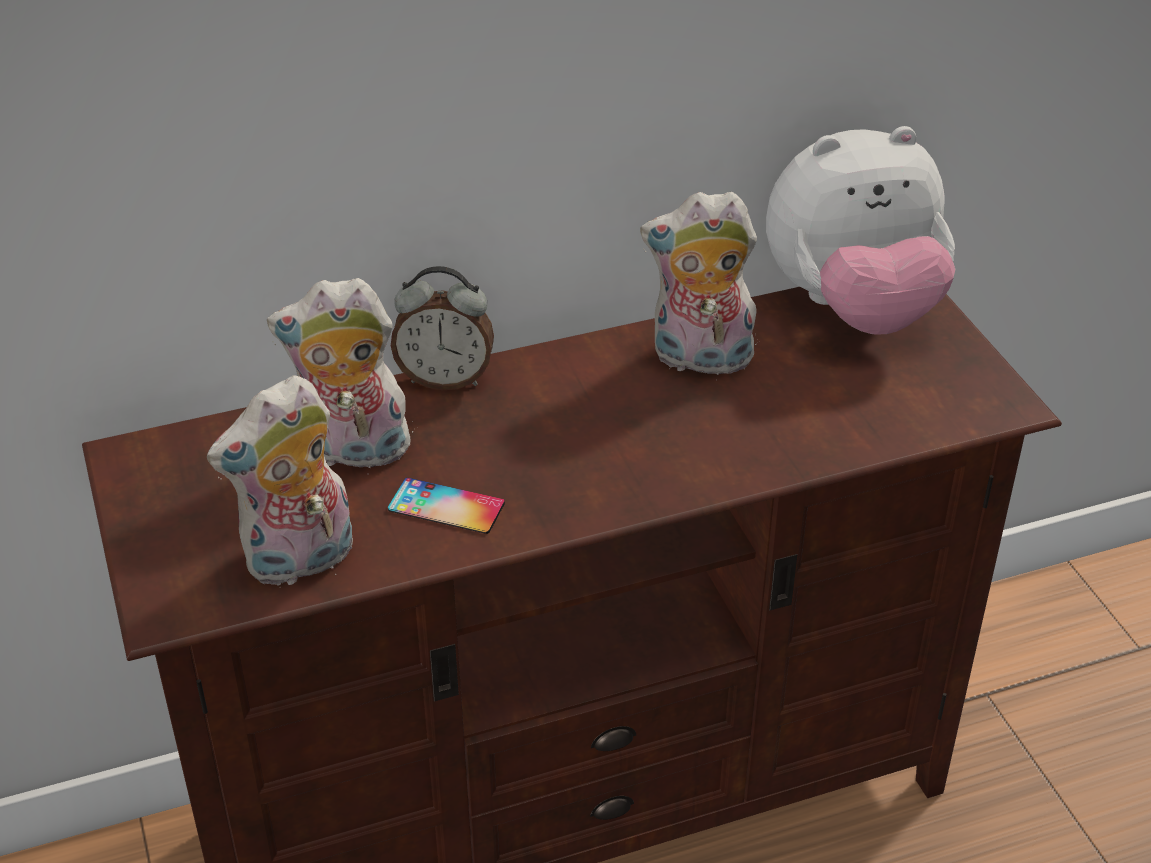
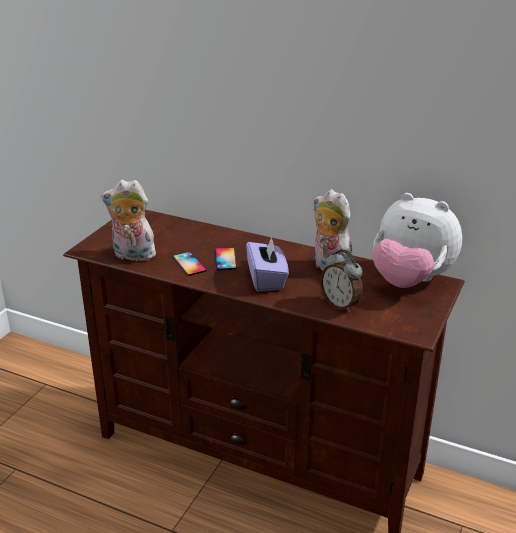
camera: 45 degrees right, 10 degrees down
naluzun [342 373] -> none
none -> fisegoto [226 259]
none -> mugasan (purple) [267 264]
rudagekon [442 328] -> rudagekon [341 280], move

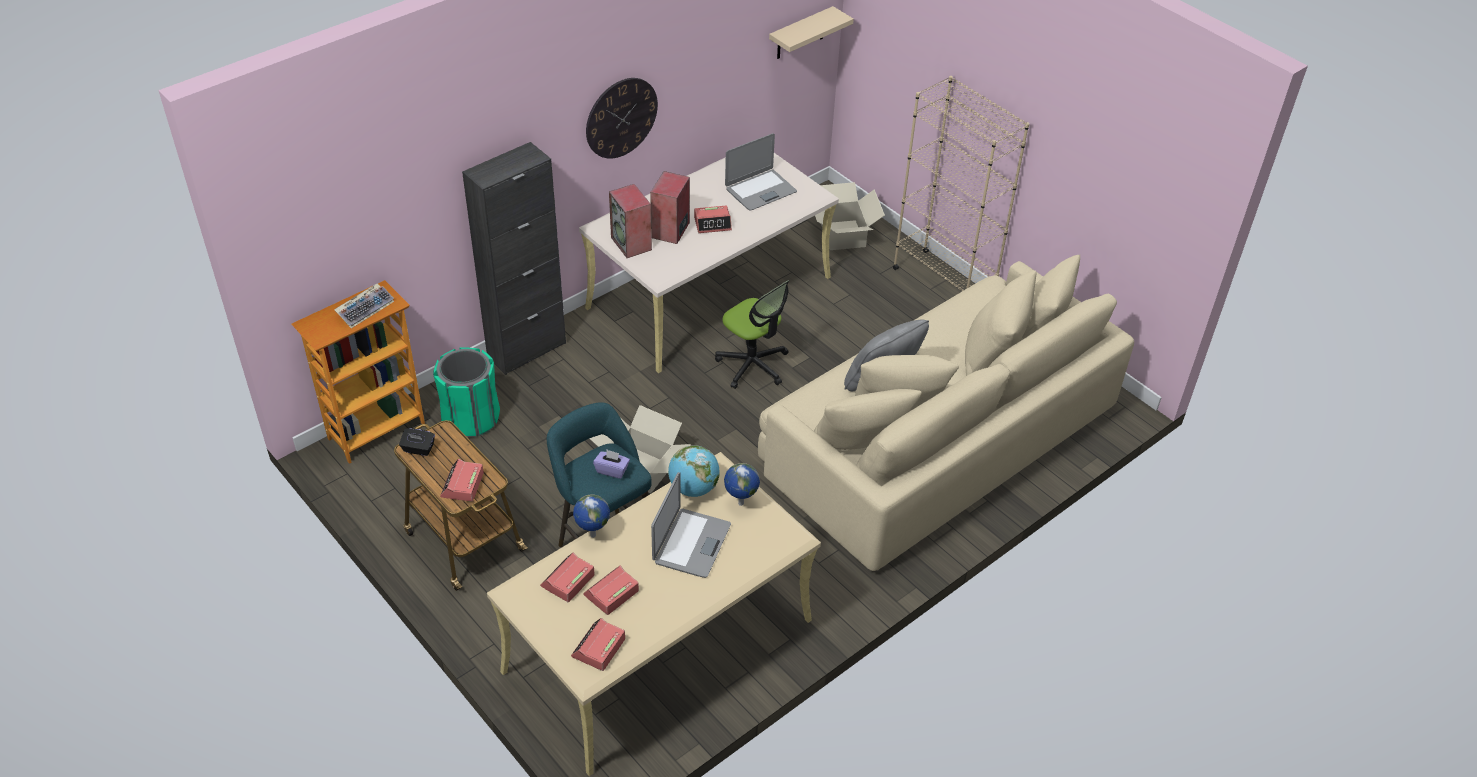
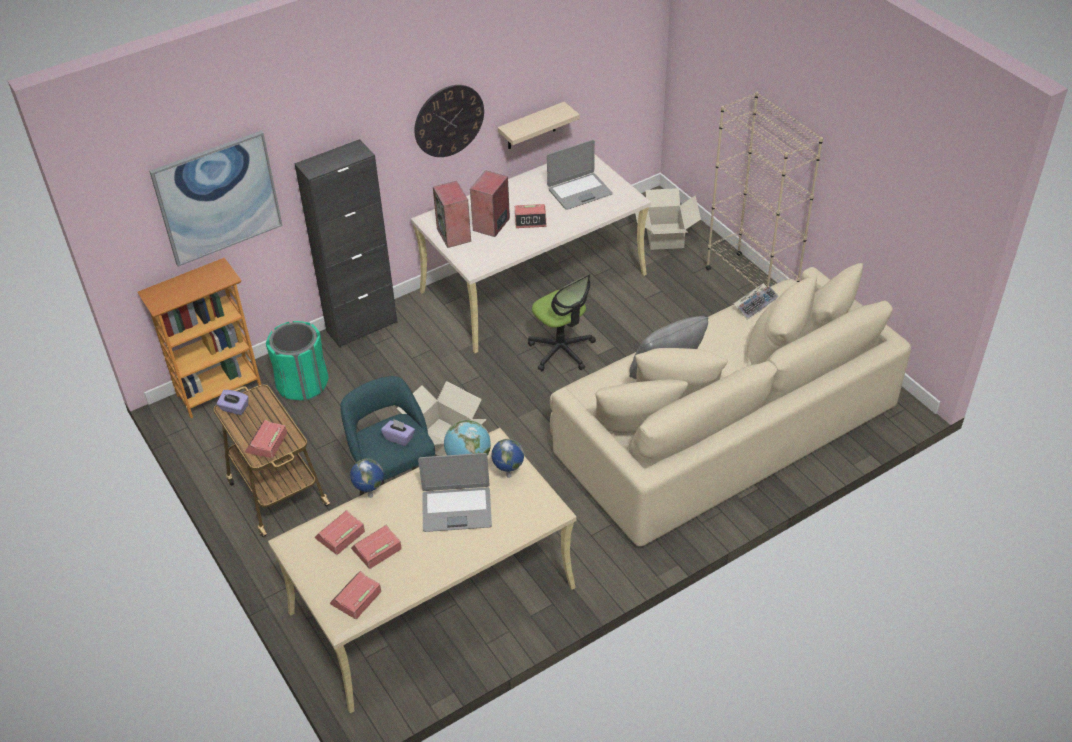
camera: 10 degrees right, 0 degrees up
none -> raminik [216 199]
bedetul [364 305] -> bedetul [756 301], move
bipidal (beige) [811 32] -> bipidal (beige) [539 125], move
mugasan (black) [417 442] -> mugasan (purple) [233 402]
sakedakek [691 525] -> sakedakek [455 492], 60 degrees clockwise

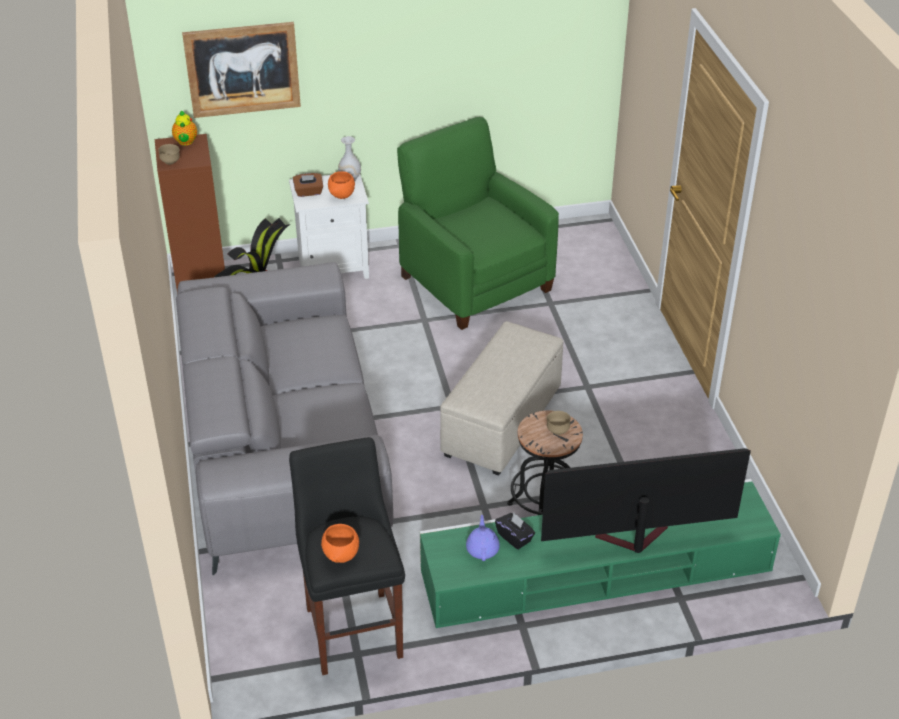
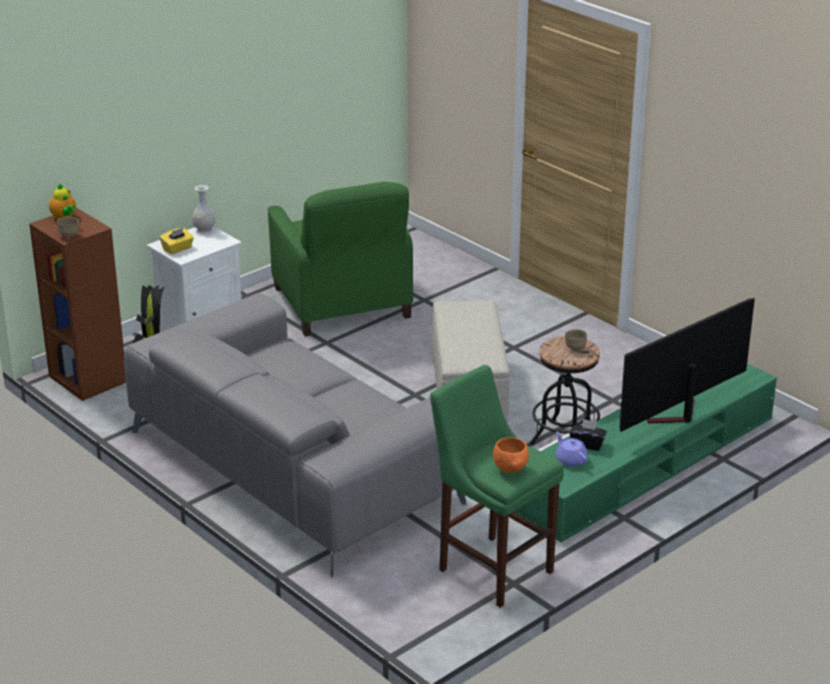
camera: 30 degrees left, 10 degrees down
raminik [241 70] -> none
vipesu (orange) [341 185] -> none
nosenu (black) [347 556] -> nosenu (green) [497 486]
mugasan (brown) [308 185] -> mugasan (yellow) [176 241]
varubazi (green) [478 223] -> varubazi (green) [340 259], 135 degrees counterclockwise

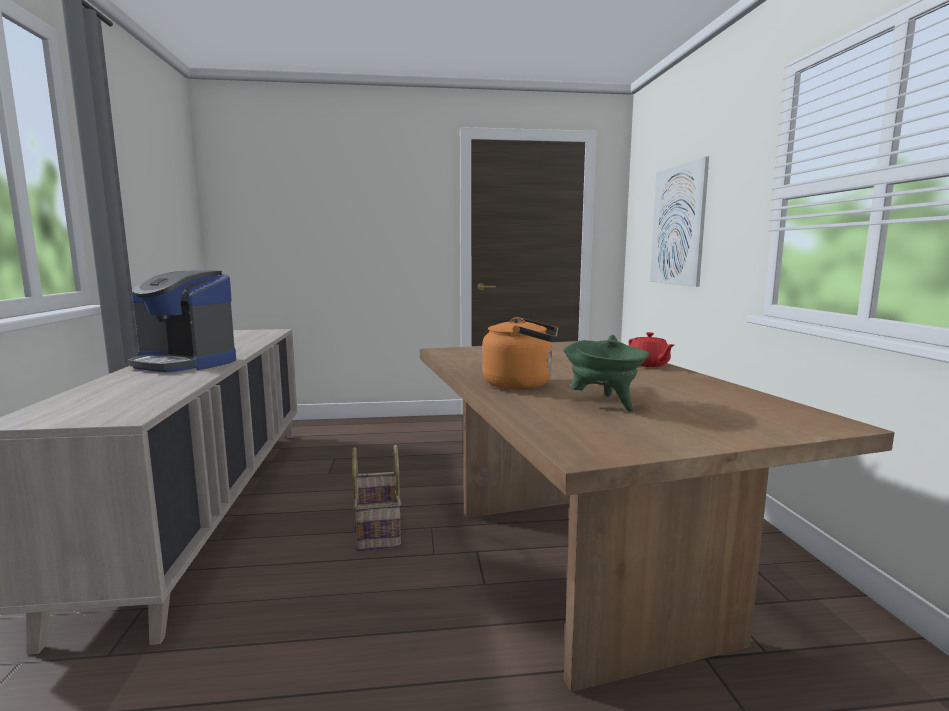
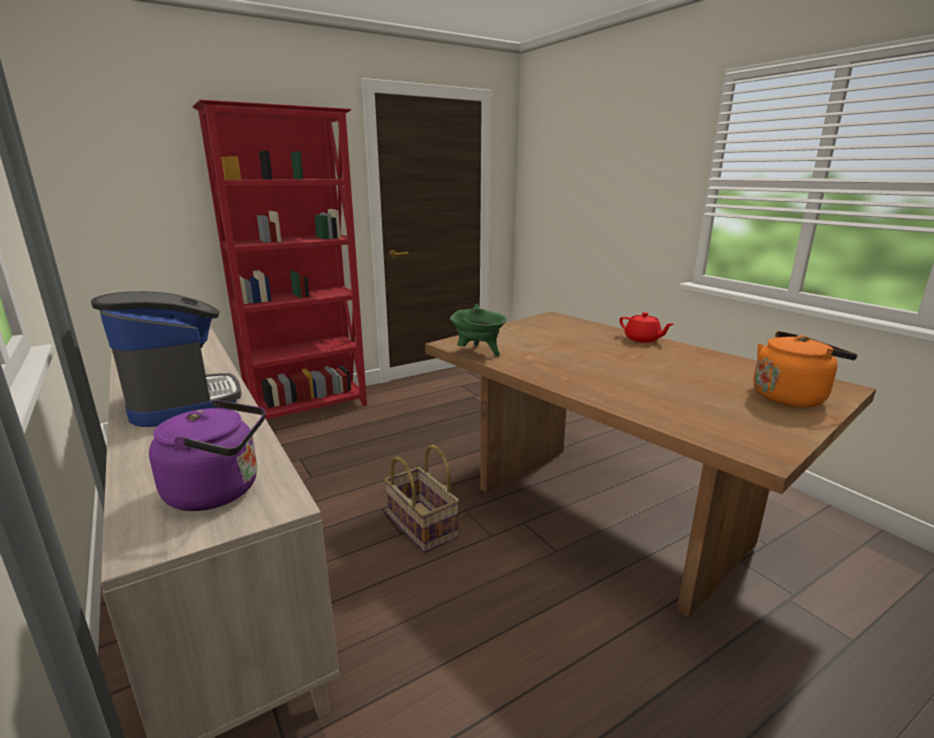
camera: 25 degrees left, 10 degrees up
raminik [679 221] -> none
none -> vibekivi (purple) [207 455]
none -> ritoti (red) [279 259]
vibekivi (orange) [520 353] -> vibekivi (orange) [805 369], move
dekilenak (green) [606 373] -> dekilenak (green) [478 330], move
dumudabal [182 321] -> dumudabal [166 359], 120 degrees counterclockwise

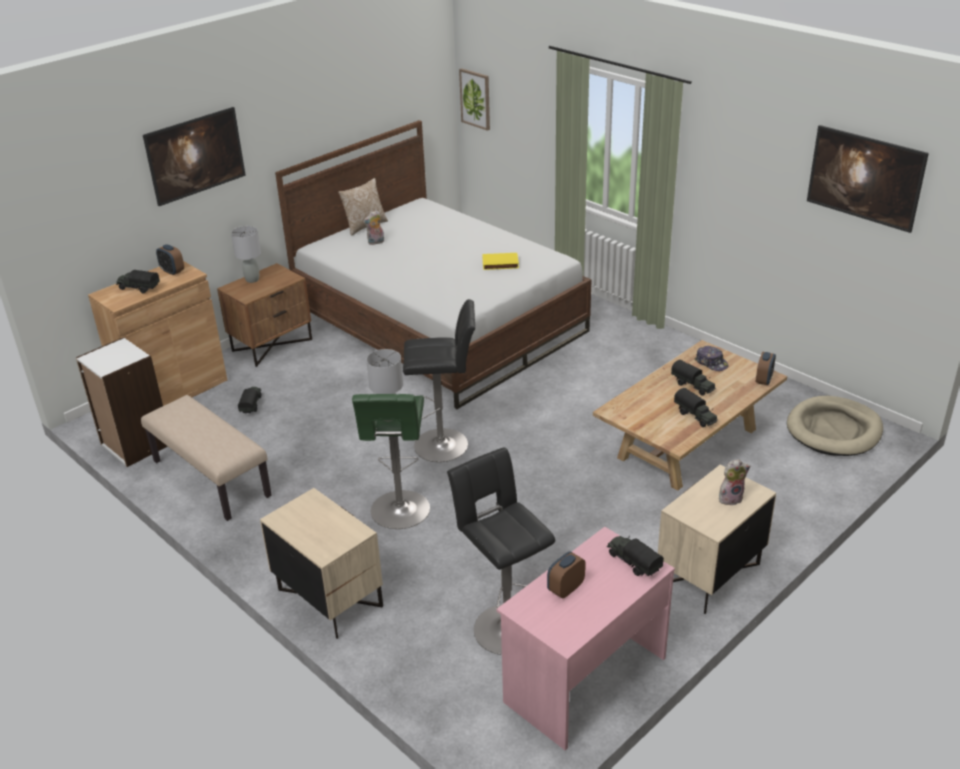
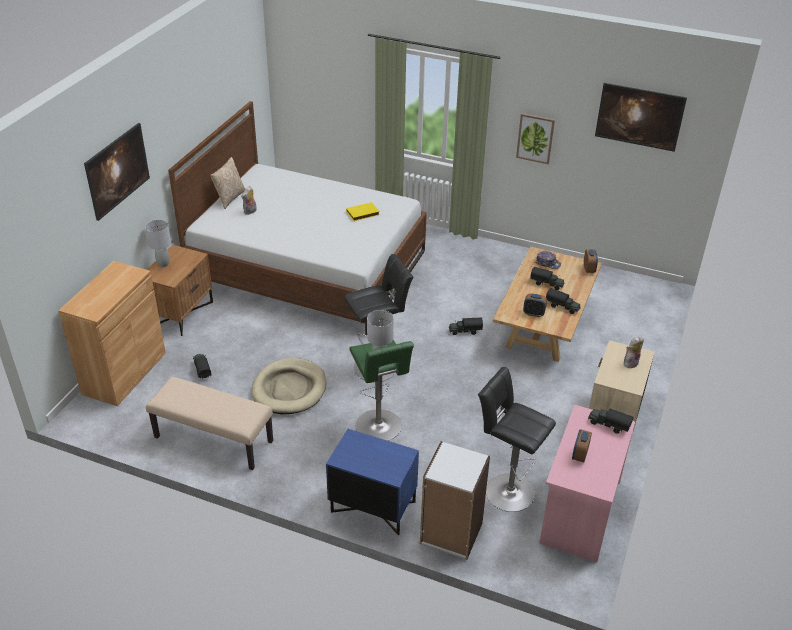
camera: 25 degrees left, 5 degrees up
ritoti (white) [122 402] -> ritoti (white) [455 500], move
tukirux [138 282] -> tukirux [466 326], move
rudagekon [170 259] -> rudagekon [535 305], move
raminik [474 99] -> raminik [535 138], move
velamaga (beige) [835 426] -> velamaga (beige) [289 386], move
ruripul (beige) [321 563] -> ruripul (blue) [372 482]

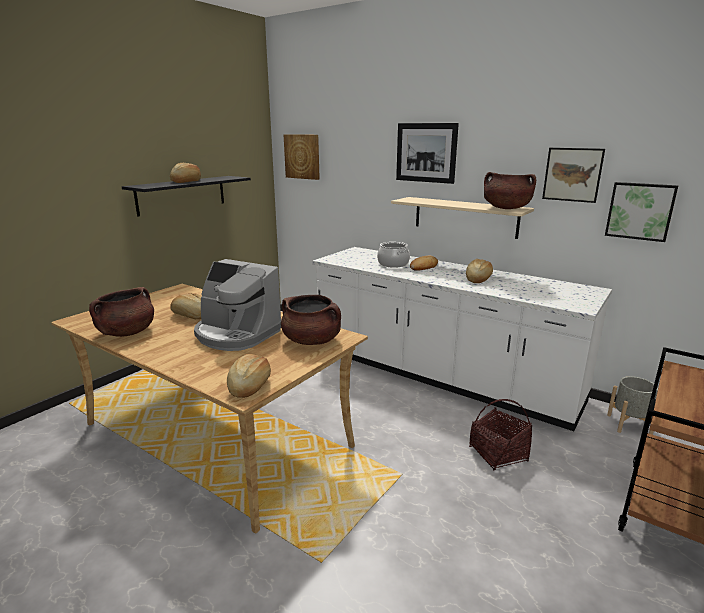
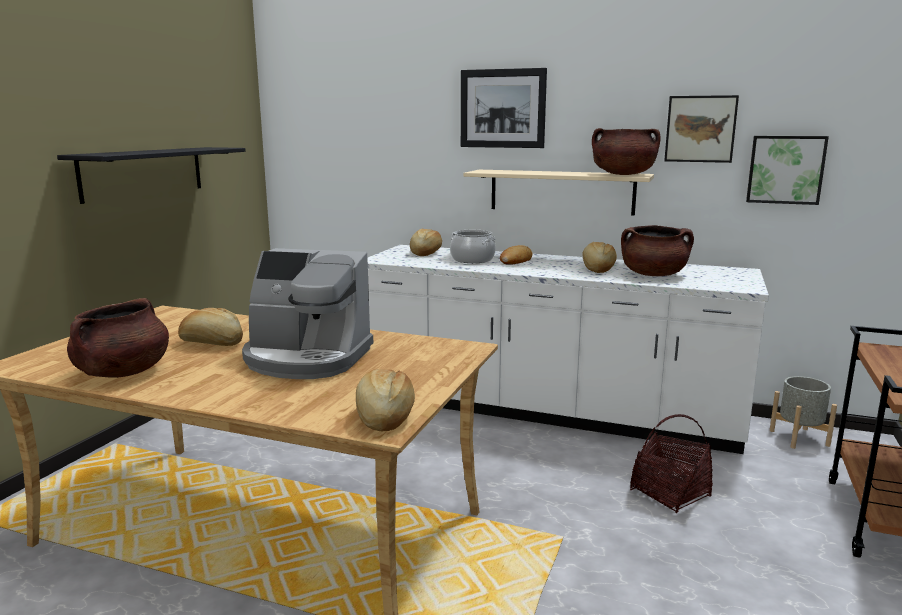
camera: 15 degrees left, 5 degrees down
raminik [302 157] -> none
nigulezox [185 173] -> nigulezox [426 242], move
dekilenak (brown) [311 320] -> dekilenak (brown) [657 250], move

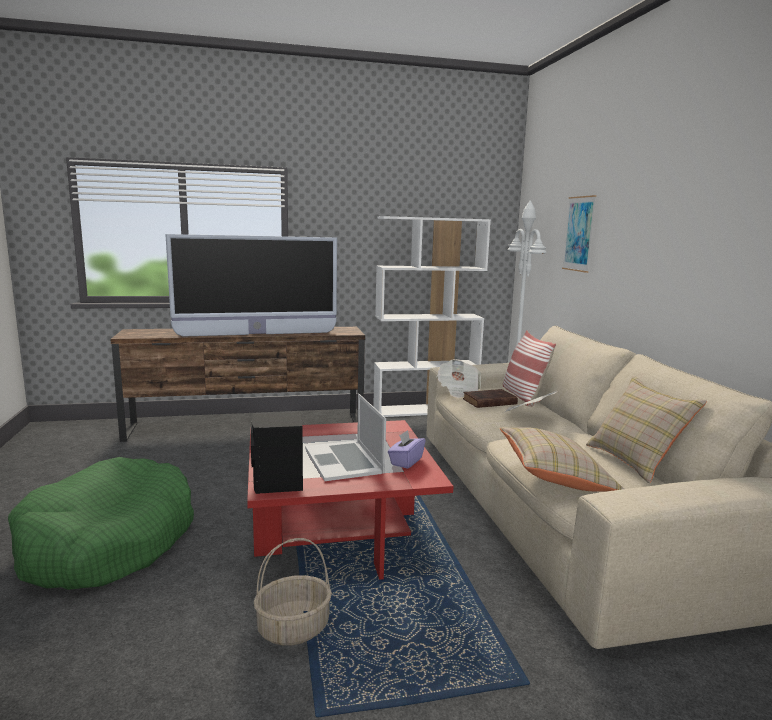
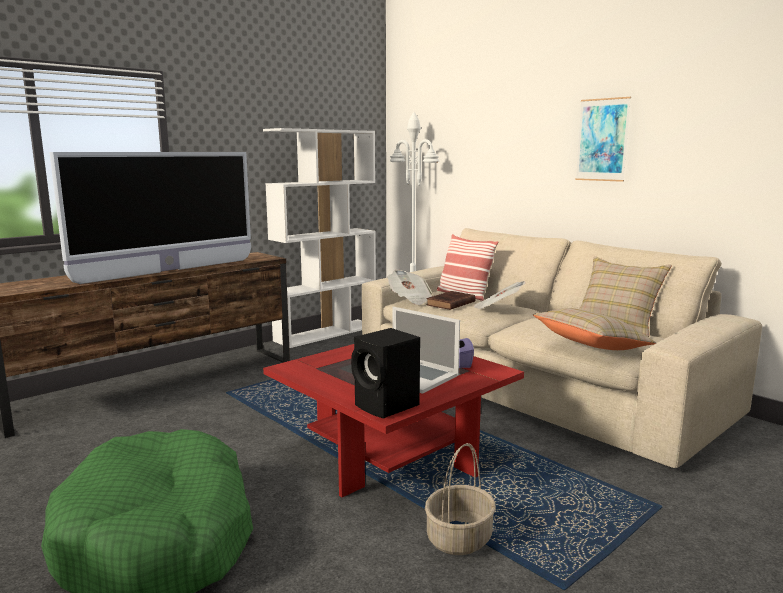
camera: 30 degrees left, 0 degrees up
raminik [579 234] -> raminik [603 139], move

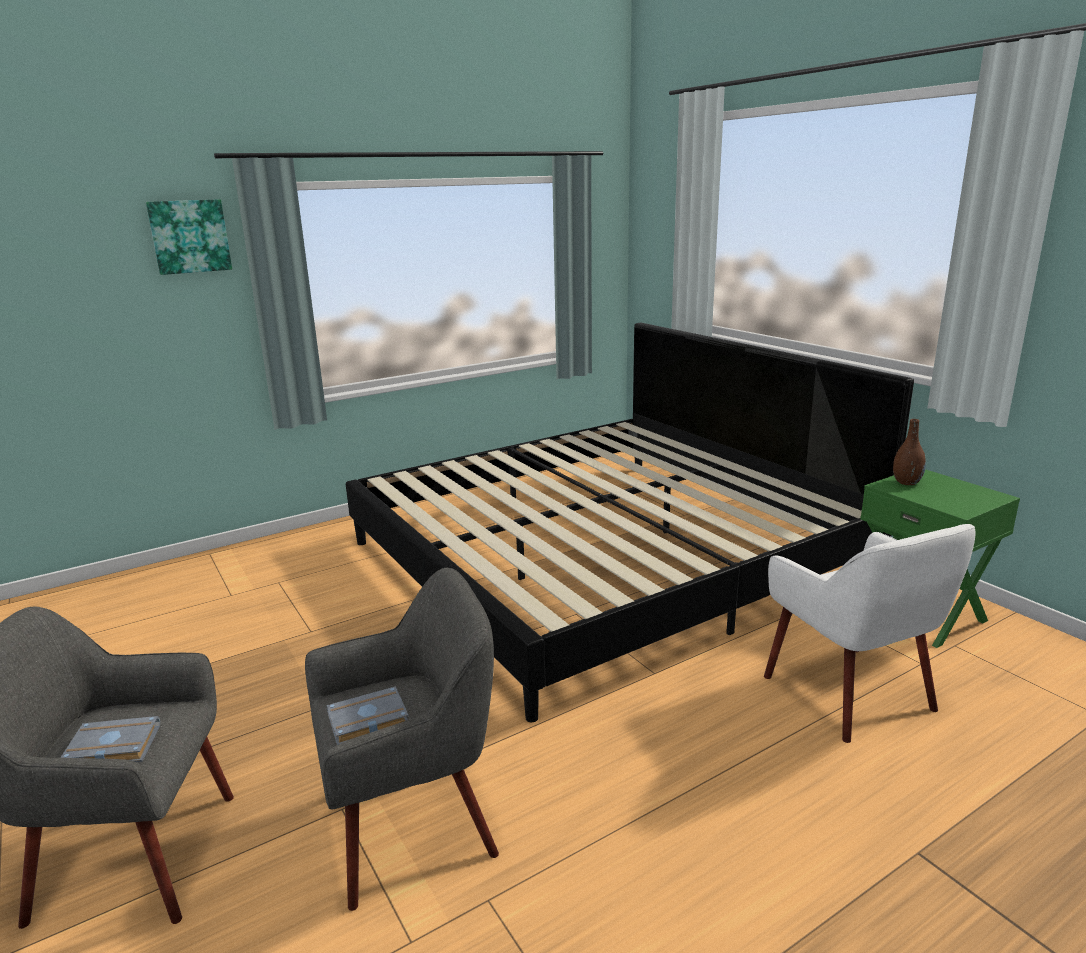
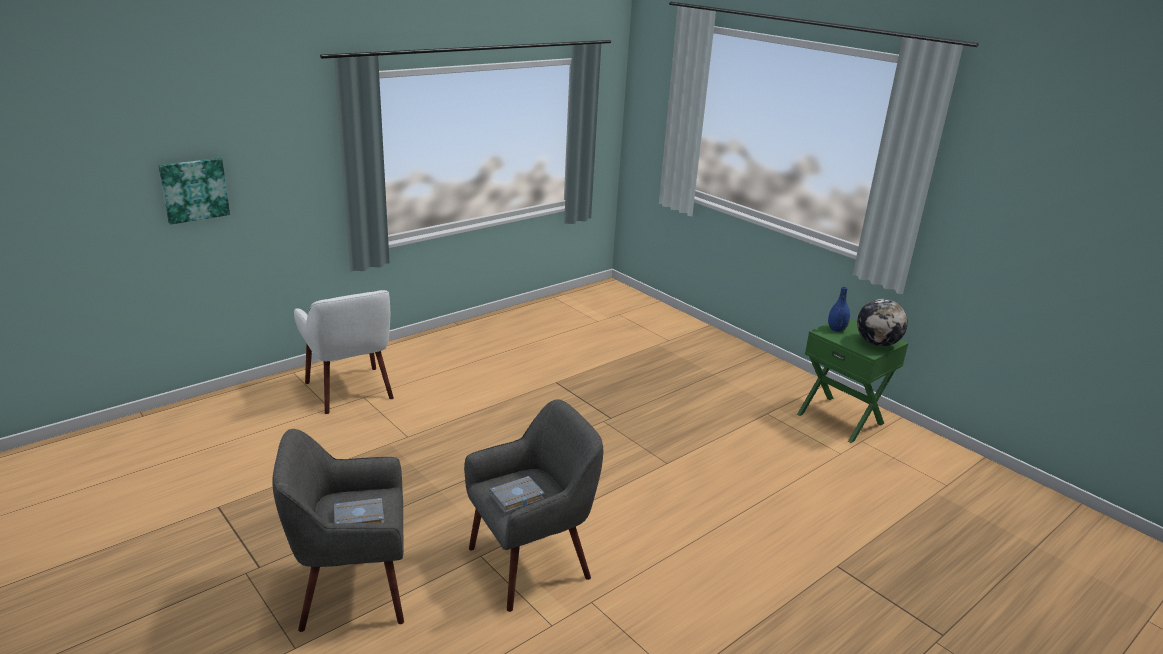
camera: 10 degrees left, 5 degrees up
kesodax [630 522] -> none
none -> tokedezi [882 323]
raminik [189 237] -> raminik [194 191], move
varubazi (white) [870 633] -> varubazi (white) [344 352], move
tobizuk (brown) [909 452] -> tobizuk (blue) [839 309]

